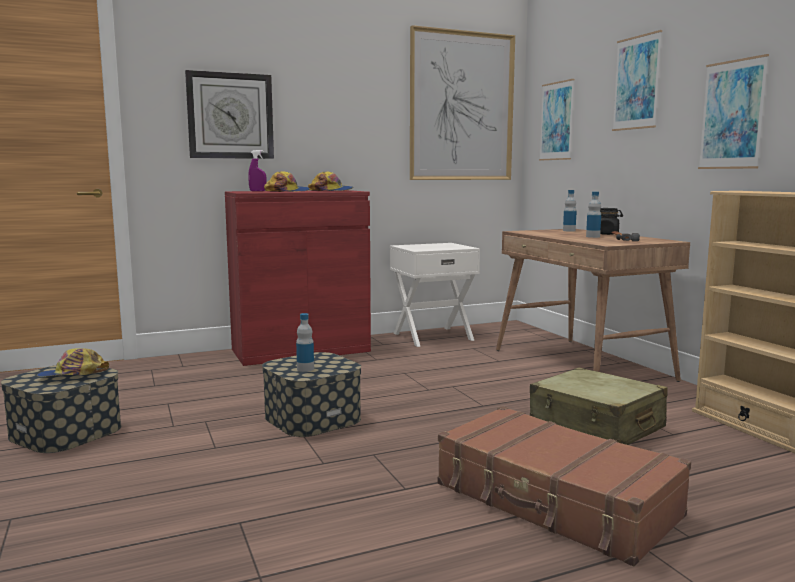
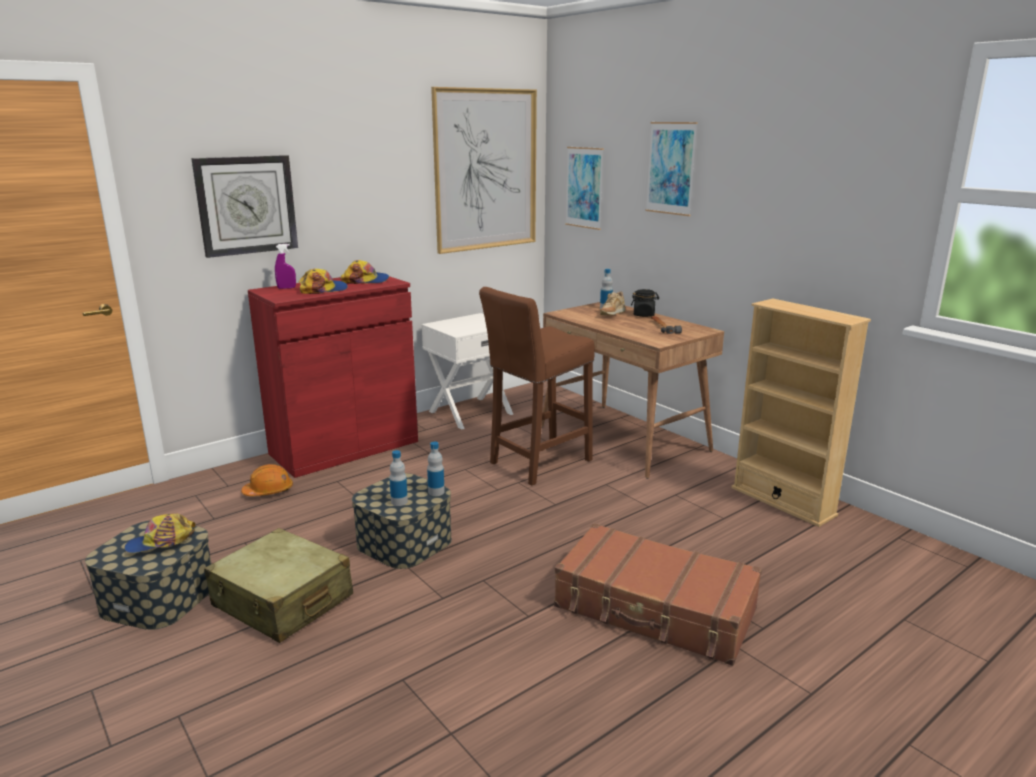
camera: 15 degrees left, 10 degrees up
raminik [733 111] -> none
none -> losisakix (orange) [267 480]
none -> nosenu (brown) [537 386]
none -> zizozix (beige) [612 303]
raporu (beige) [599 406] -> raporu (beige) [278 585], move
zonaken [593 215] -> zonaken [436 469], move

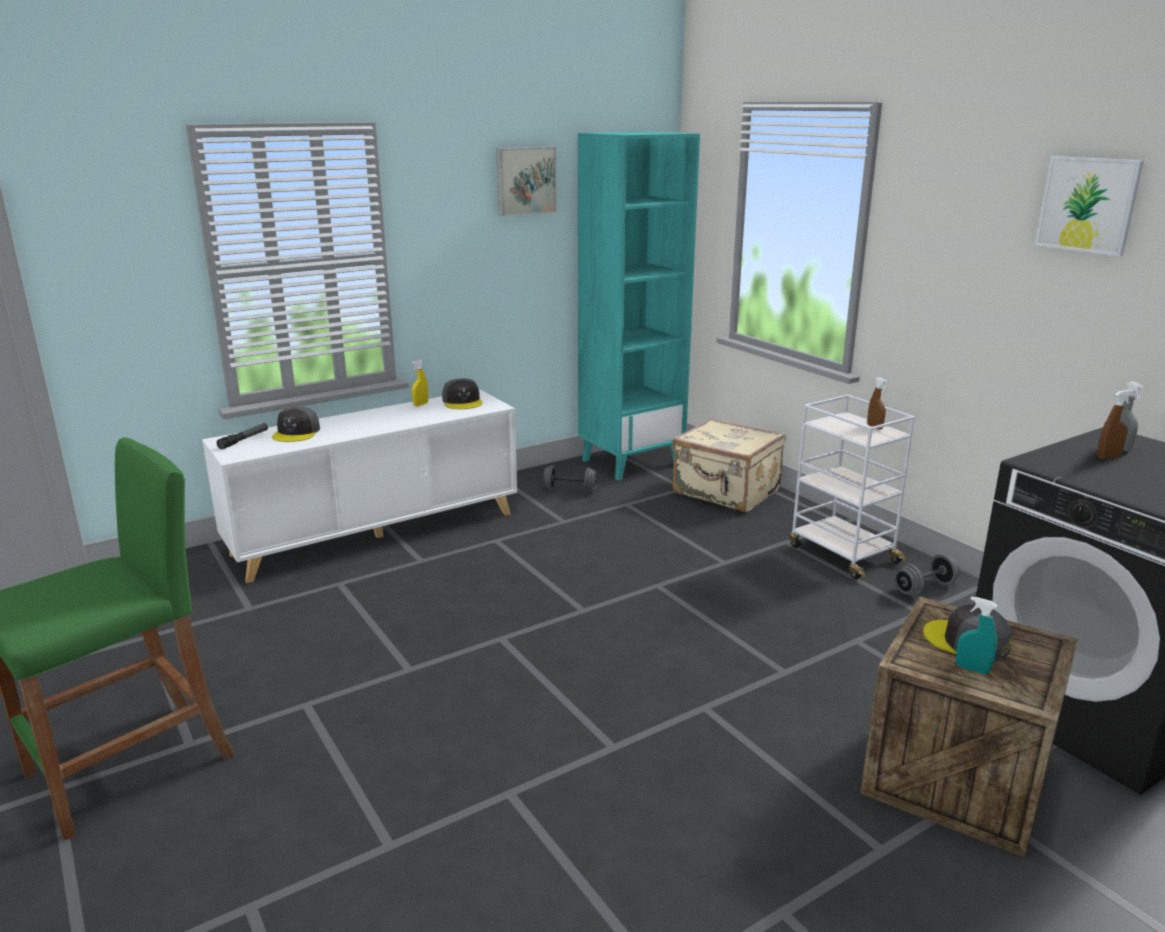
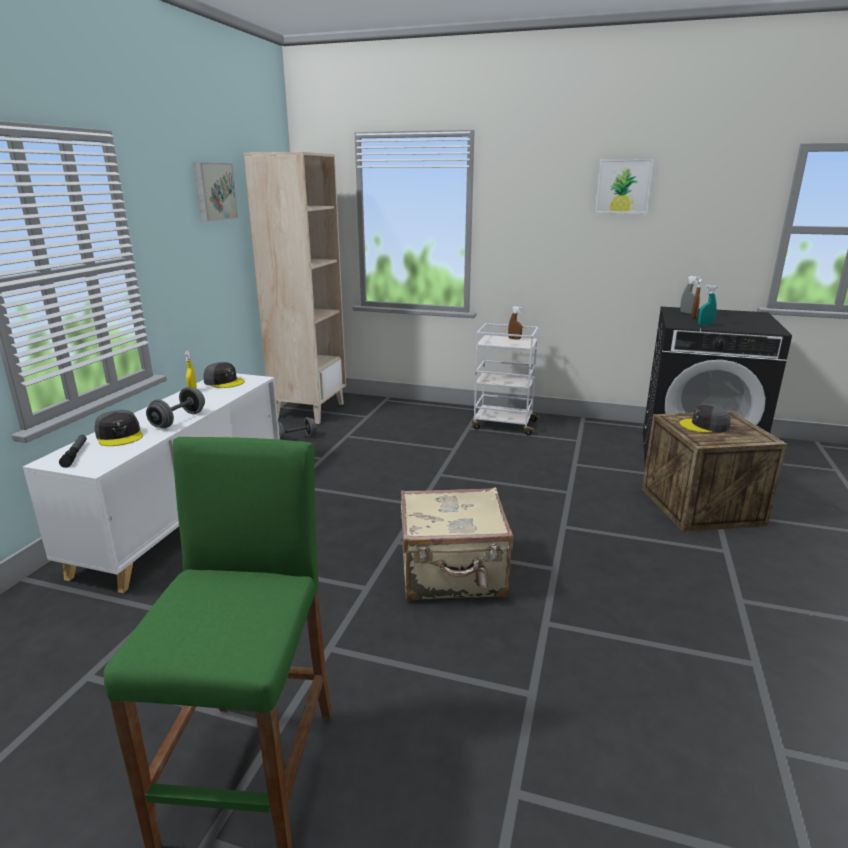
camera: 40 degrees left, 0 degrees up
raporu (beige) [728 465] -> raporu (beige) [457 544], move
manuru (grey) [927 575] -> manuru (grey) [175 407], move
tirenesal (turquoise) [976 635] -> tirenesal (turquoise) [707 305], move
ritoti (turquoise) [639 306] -> ritoti (beige) [294 288]

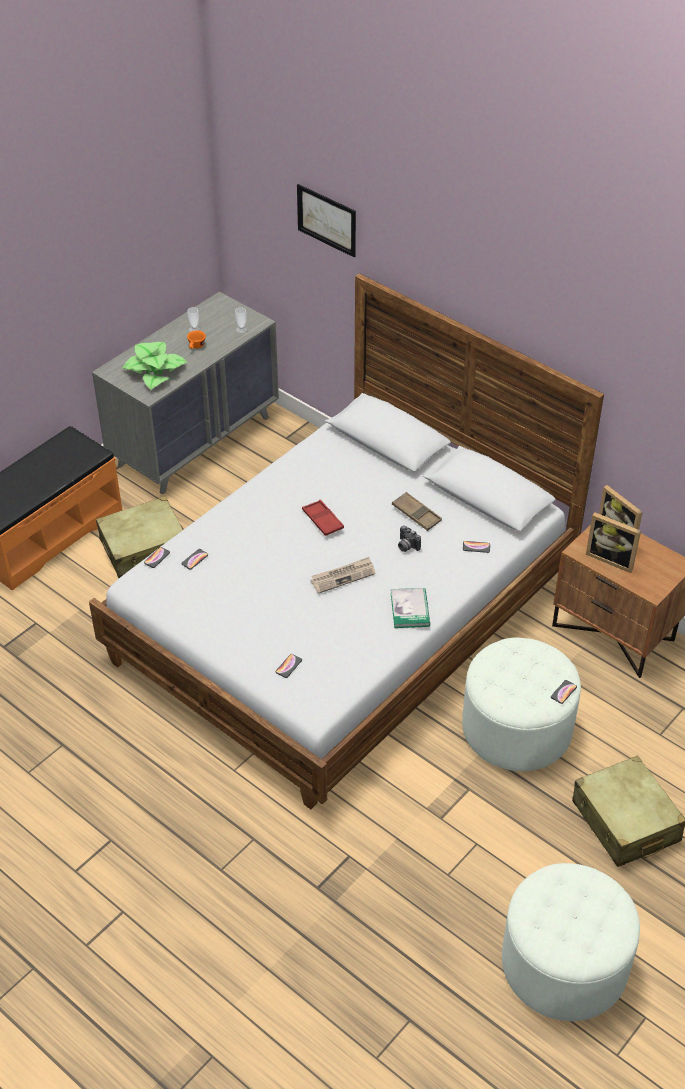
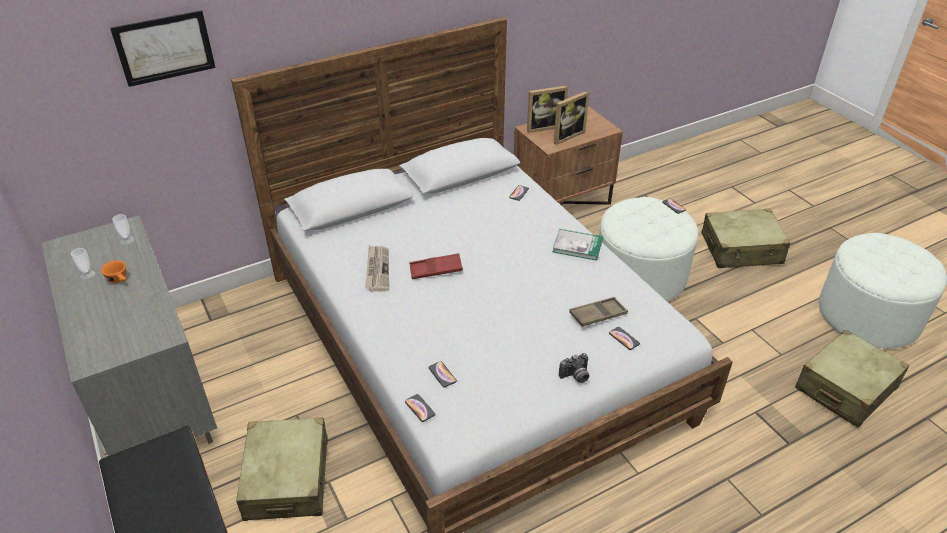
camera: 70 degrees left, 5 degrees down
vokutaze [154 365] -> none
none -> raporu (beige) [852 379]
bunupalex [343 575] -> bunupalex [377 268], move
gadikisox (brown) [417 511] -> gadikisox (brown) [598 312], move
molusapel [409 538] -> molusapel [574 368], move

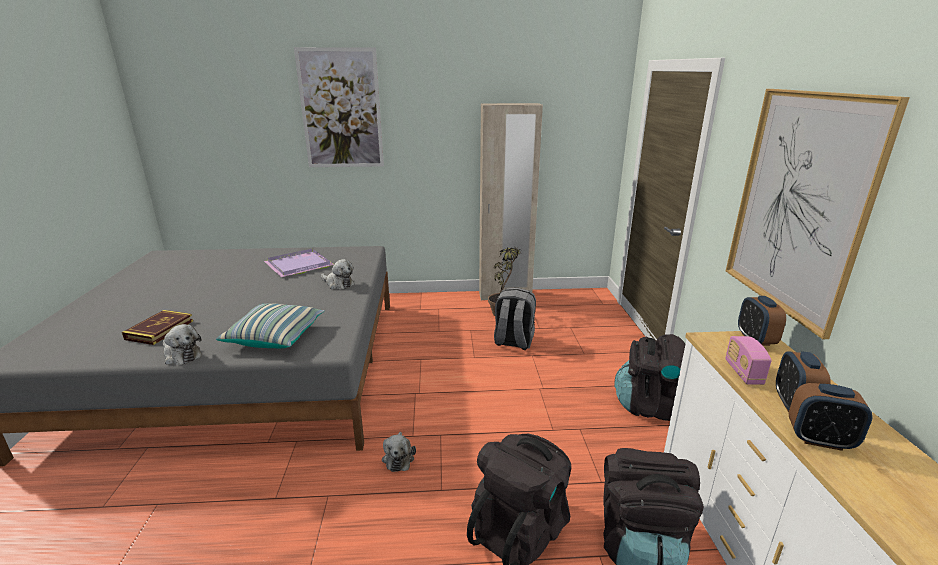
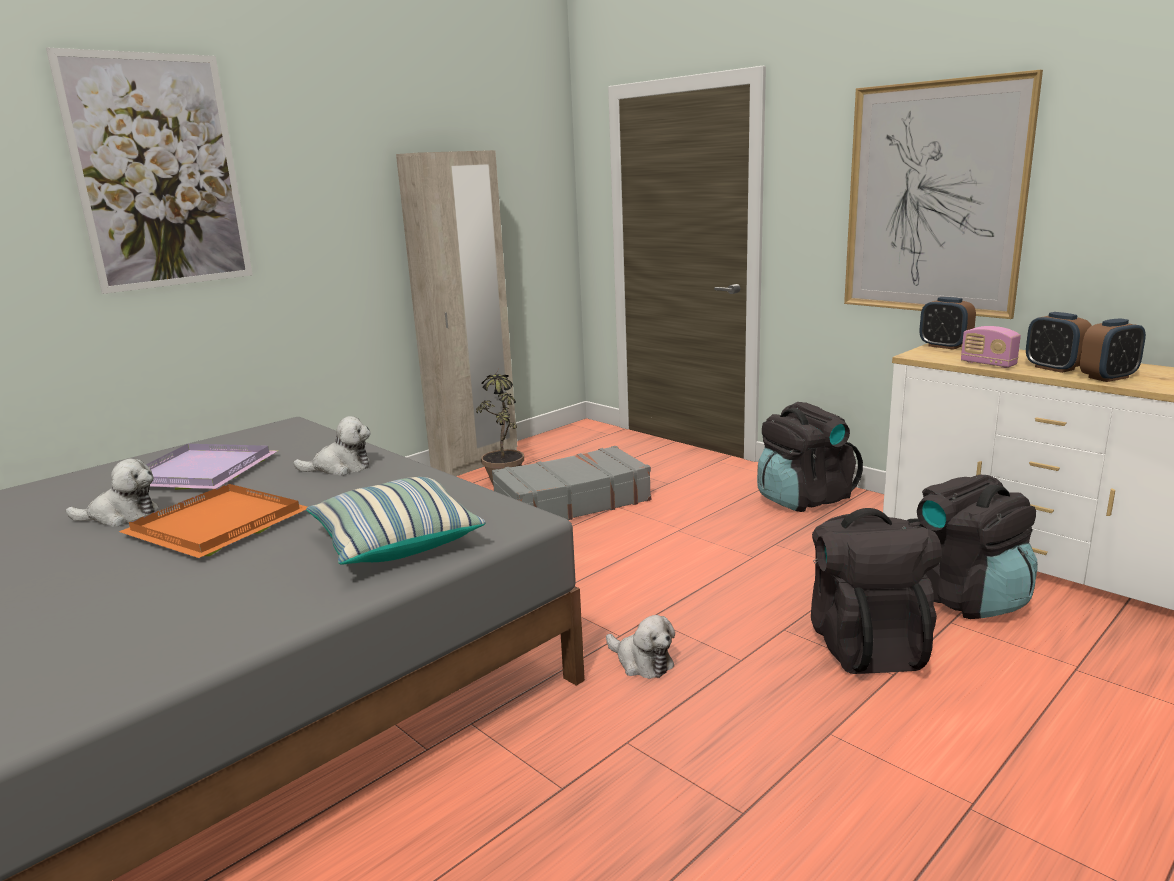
camera: 40 degrees left, 5 degrees down
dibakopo [157 327] -> none
none -> gadikisox (orange) [213 521]
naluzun [182 344] -> naluzun [112 493], move
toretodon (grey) [515 319] -> raporu (grey) [571 483]

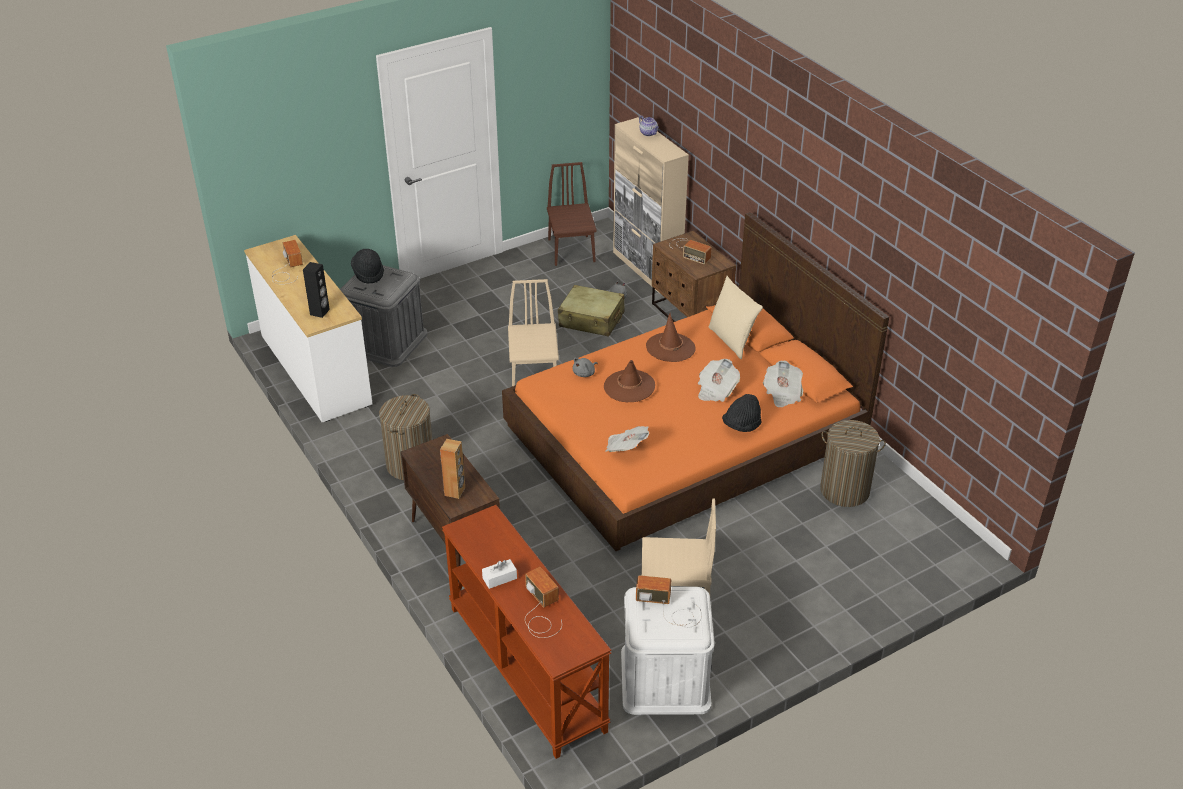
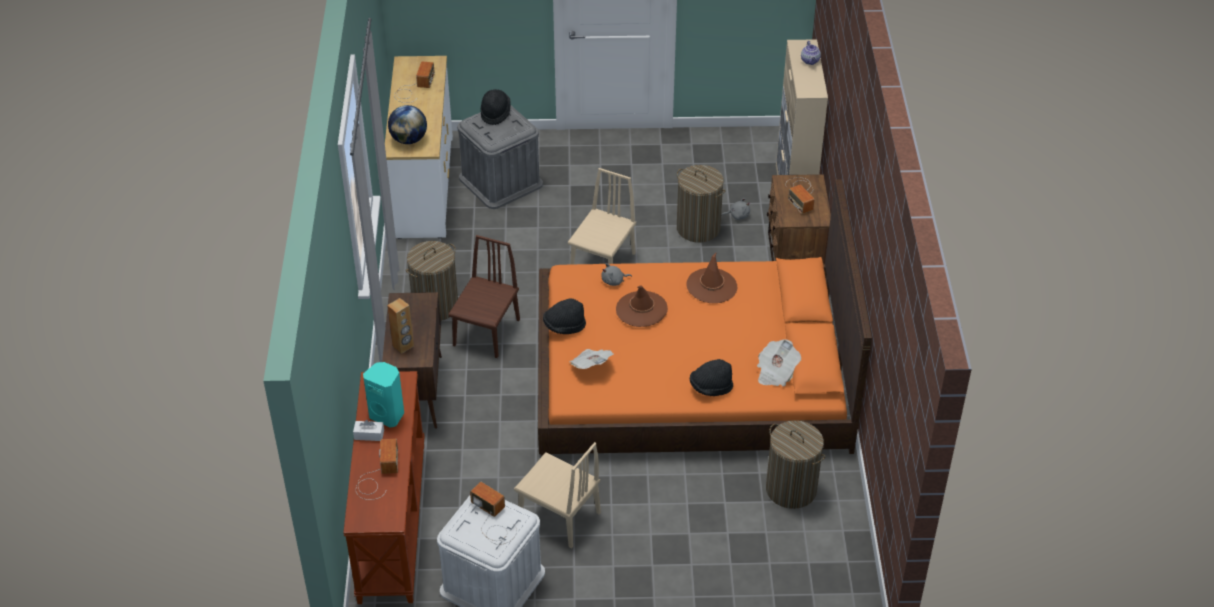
camera: 30 degrees right, 5 degrees up
bunupalex [719 380] -> none
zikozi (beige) [736 317] -> none
none -> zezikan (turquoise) [383 395]
none -> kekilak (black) [564 316]
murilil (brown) [572 214] -> murilil (brown) [484 296], move
zezikan (black) [316 290] -> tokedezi [407 124]
raporu (beige) [591 311] -> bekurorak [701 204]

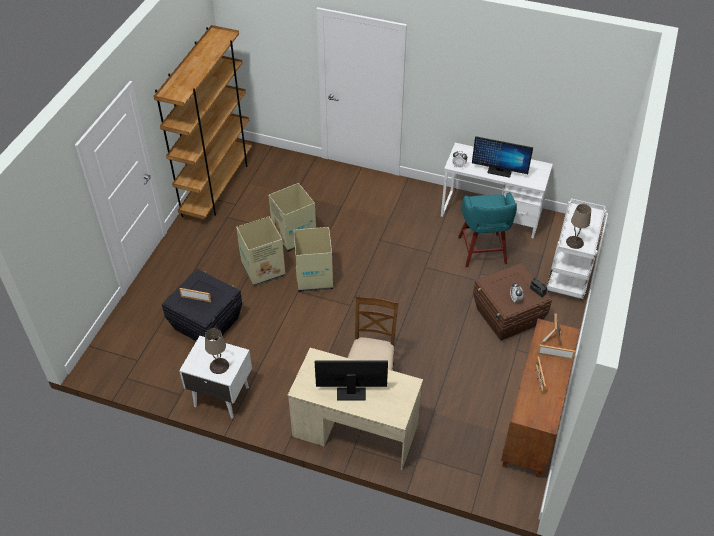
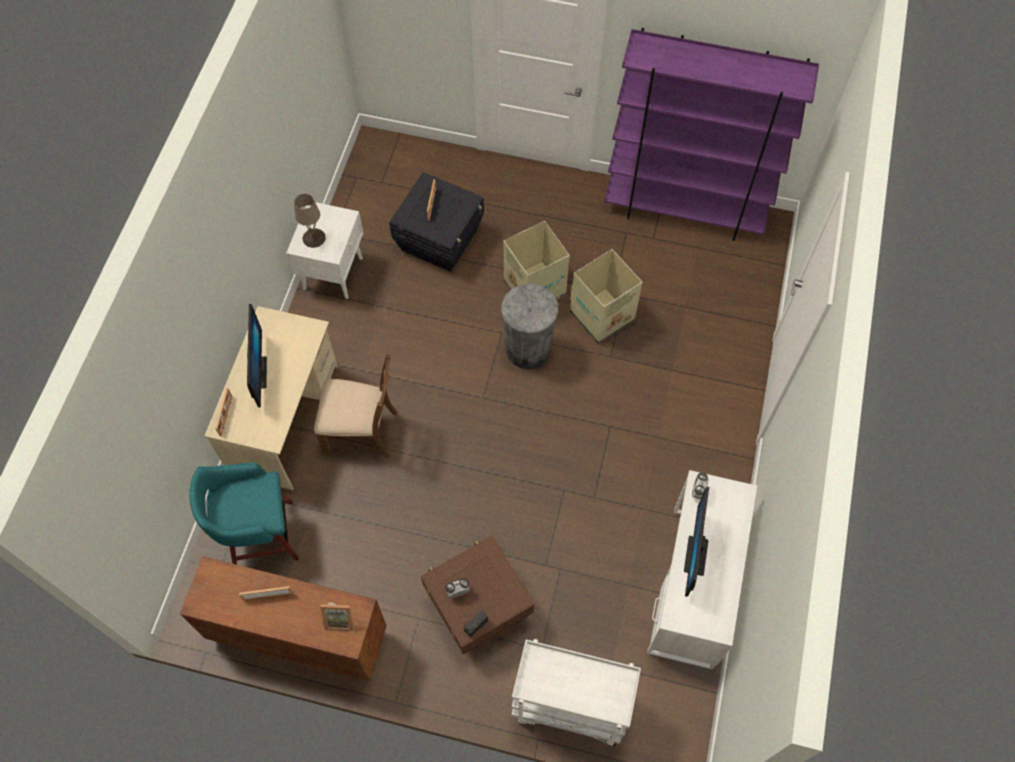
camera: 85 degrees right, 15 degrees up
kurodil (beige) [578 226] -> none
nosenu (turquoise) [487 229] -> nosenu (turquoise) [244 513], move
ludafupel [556 352] -> ludafupel [223 412], move
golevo [313 259] -> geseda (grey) [529 326]
ritoti (brown) [203 122] -> ritoti (purple) [711 134]

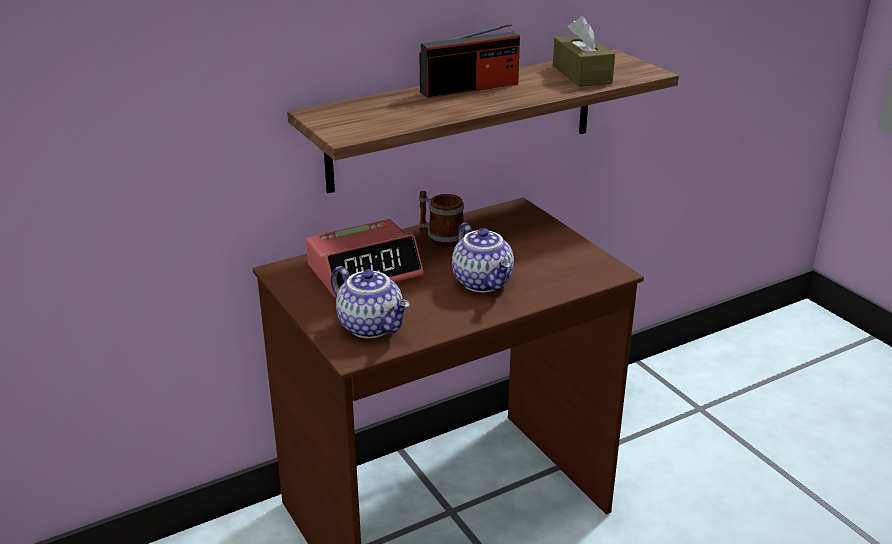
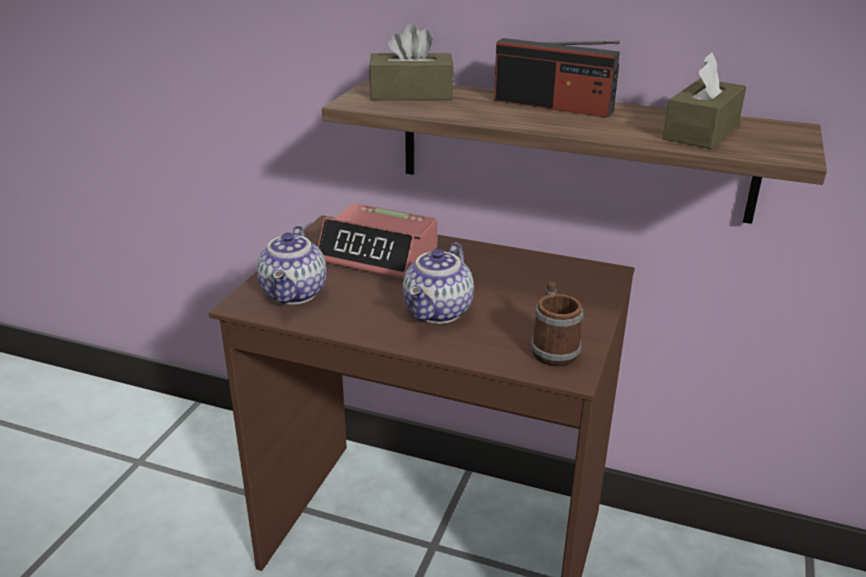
camera: 50 degrees right, 0 degrees up
none -> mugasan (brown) [411 62]
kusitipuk [442 219] -> kusitipuk [557 323], move

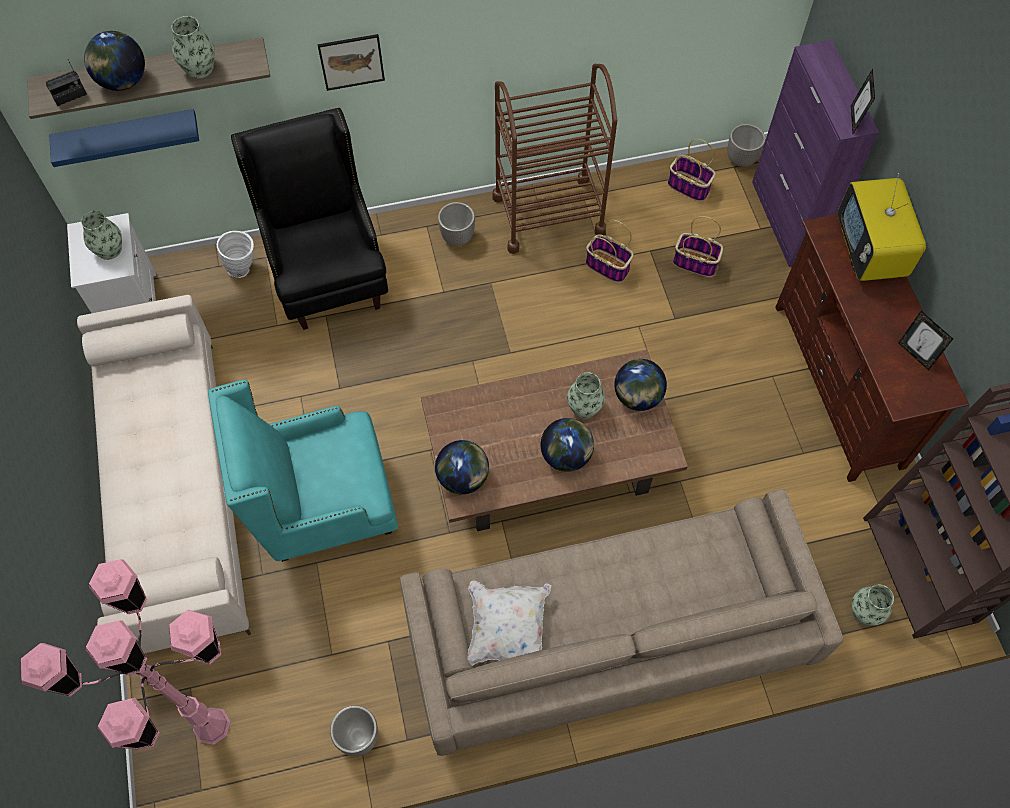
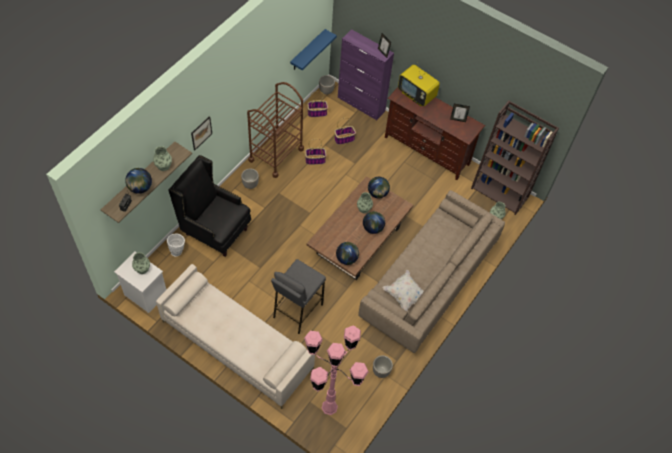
camera: 45 degrees left, 5 degrees down
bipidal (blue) [124 138] -> bipidal (blue) [313 49], move
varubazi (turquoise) [303 471] -> nosenu (grey) [298 296]

